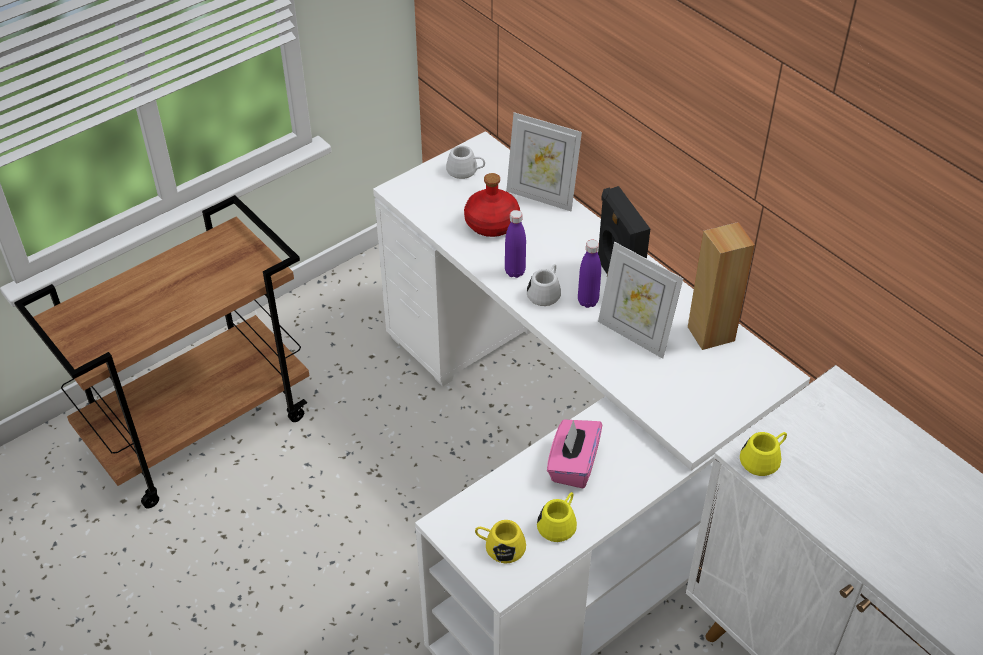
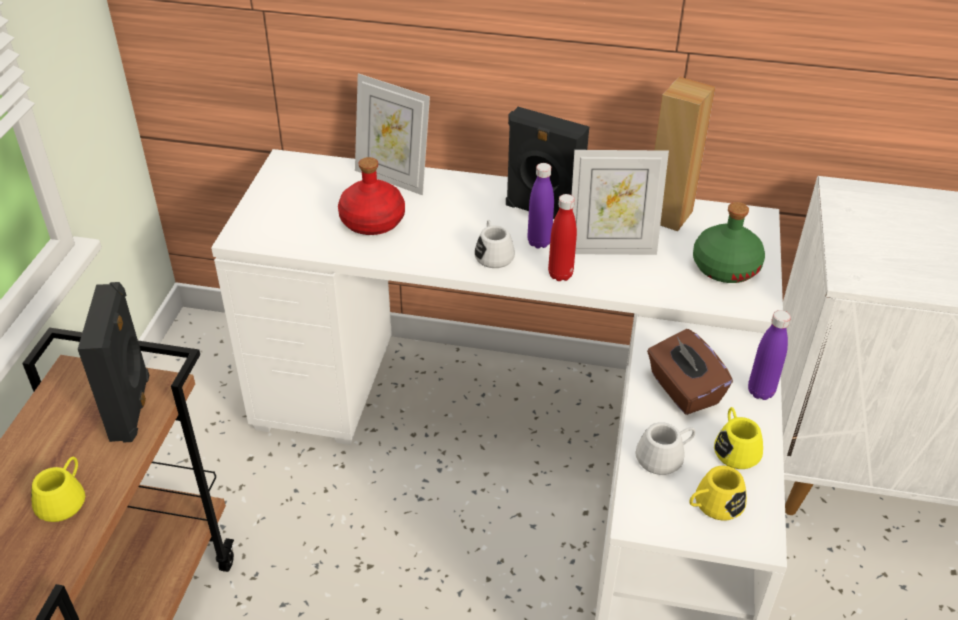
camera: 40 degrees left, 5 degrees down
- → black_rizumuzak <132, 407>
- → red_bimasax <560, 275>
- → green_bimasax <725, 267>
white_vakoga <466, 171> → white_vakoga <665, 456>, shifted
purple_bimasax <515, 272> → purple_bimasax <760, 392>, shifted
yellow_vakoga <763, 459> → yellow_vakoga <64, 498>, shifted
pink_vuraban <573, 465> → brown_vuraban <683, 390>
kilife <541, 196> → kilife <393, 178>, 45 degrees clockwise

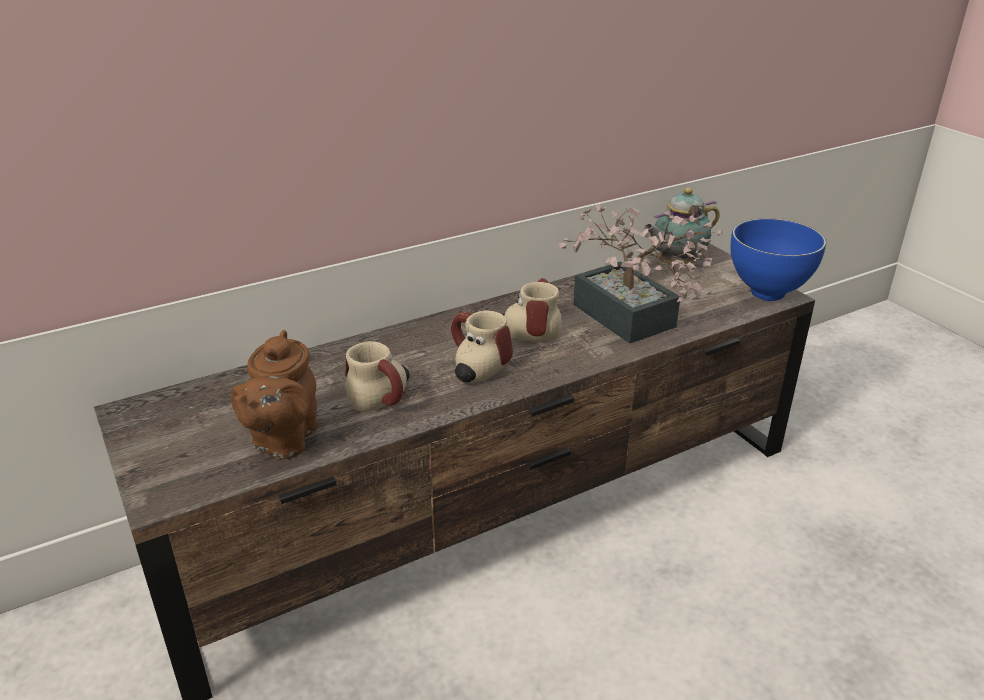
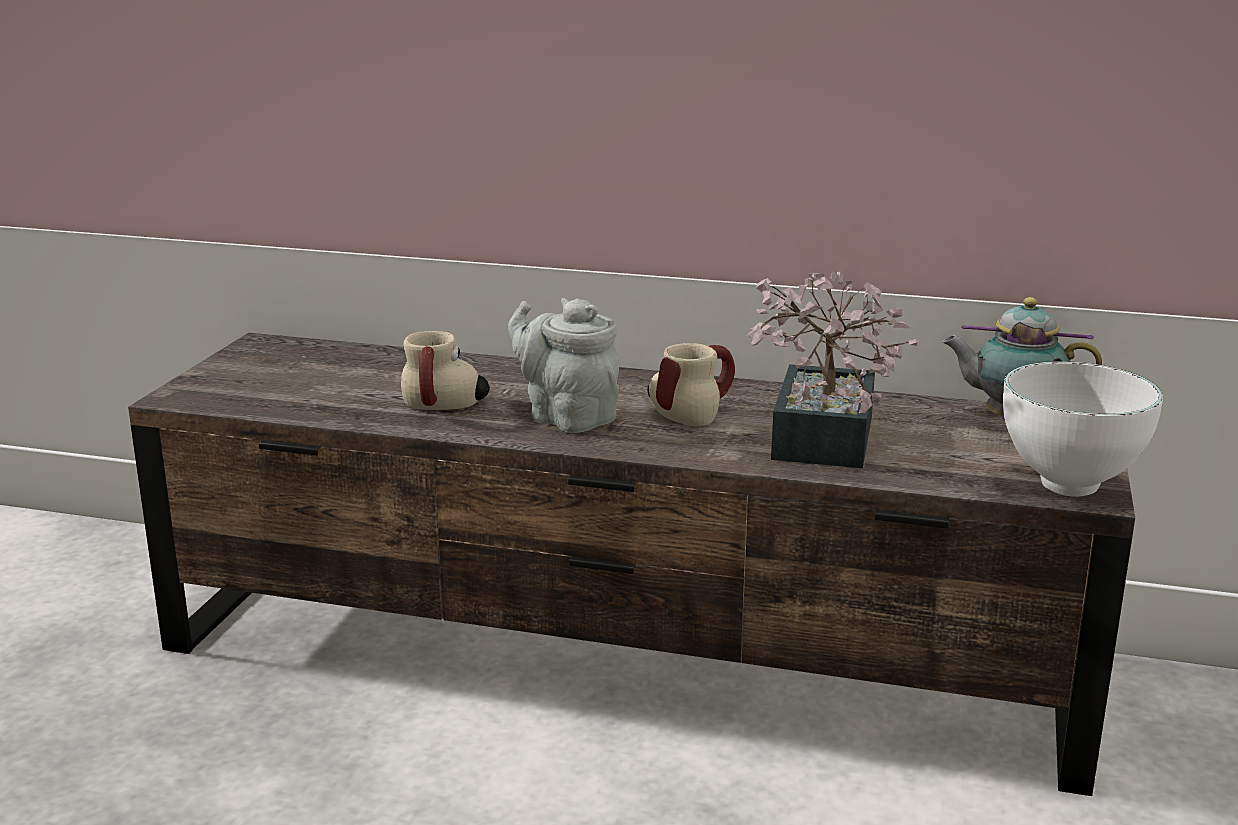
camera: 45 degrees right, 10 degrees down
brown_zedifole <282, 441> → -
vakoga <473, 368> → grey_zedifole <566, 417>
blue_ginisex <769, 295> → white_ginisex <1071, 489>

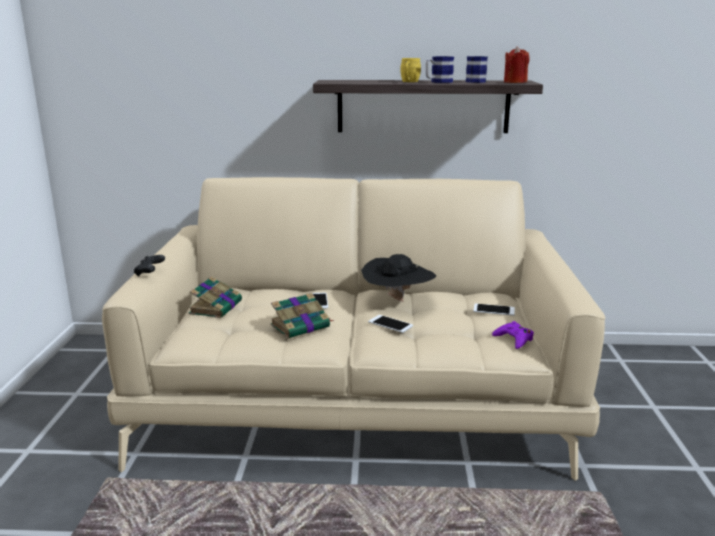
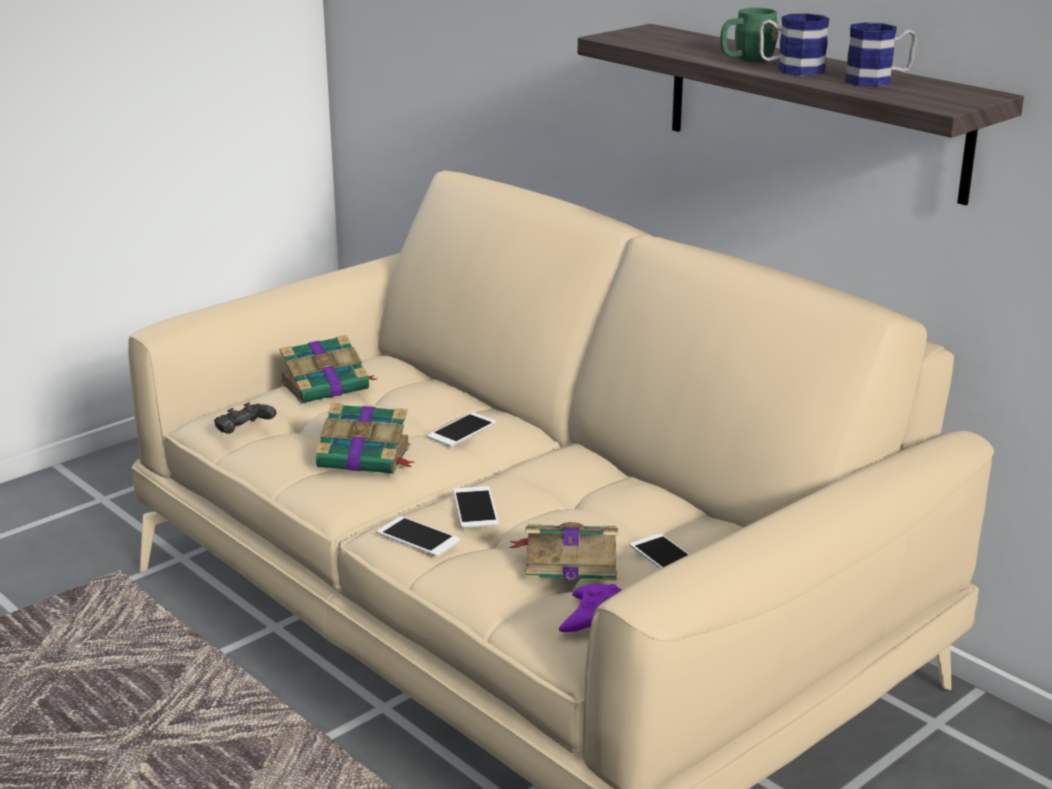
camera: 45 degrees right, 5 degrees up
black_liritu <397, 301> → -
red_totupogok <515, 82> → -
- → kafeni <418, 537>
- → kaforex <568, 559>
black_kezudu <149, 273> → black_kezudu <244, 431>, shifted
yellow_vakoga <409, 82> → green_vakoga <746, 59>

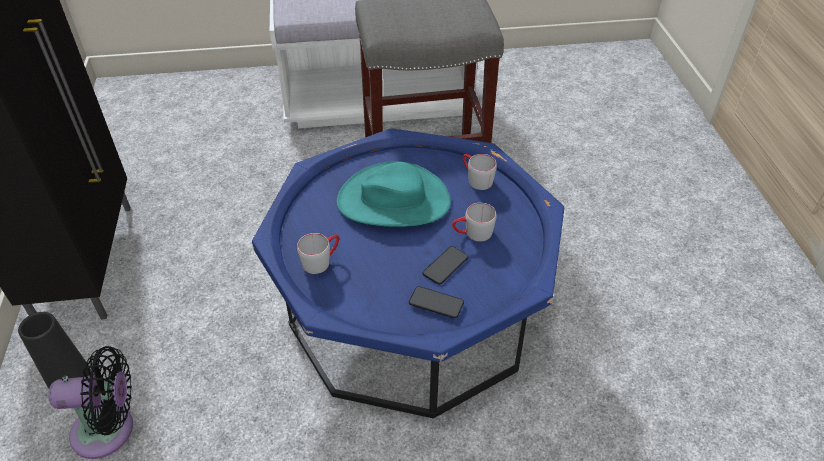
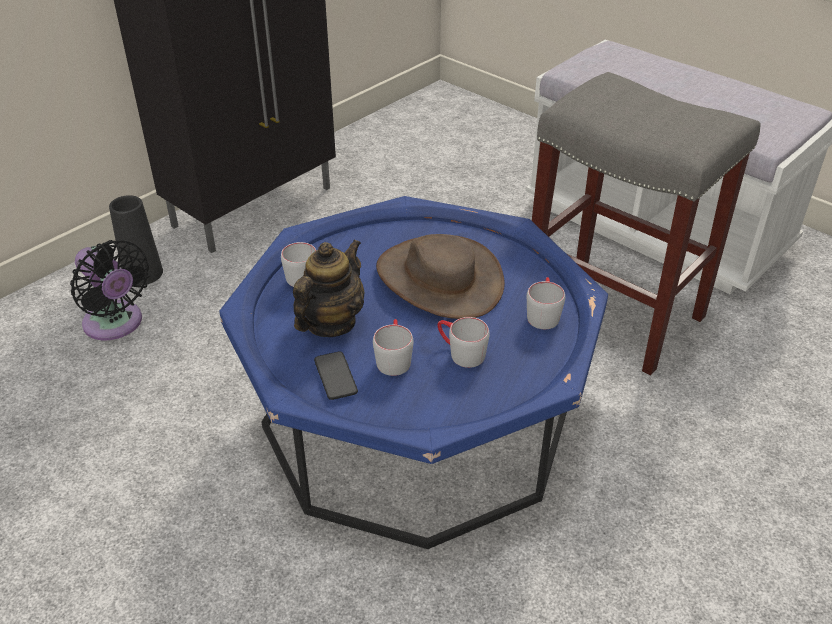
camera: 50 degrees right, 5 degrees down
- → zedifole <330, 323>
kafeni <445, 266> → grey_vakoga <393, 358>
turquoise_liritu <393, 200> → brown_liritu <439, 279>

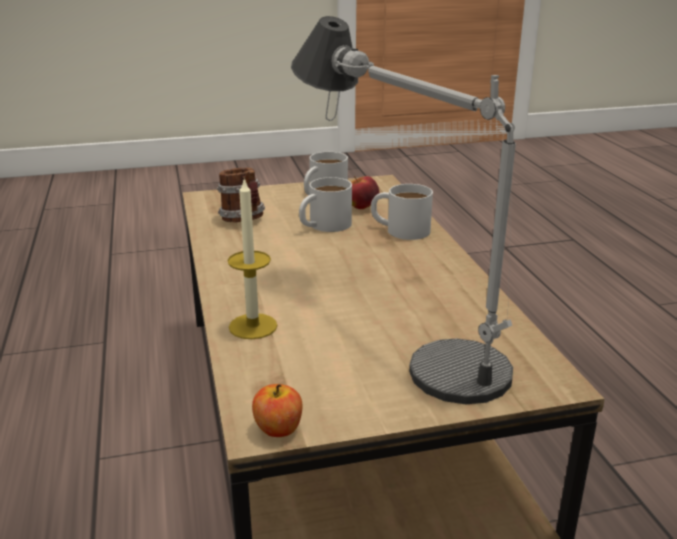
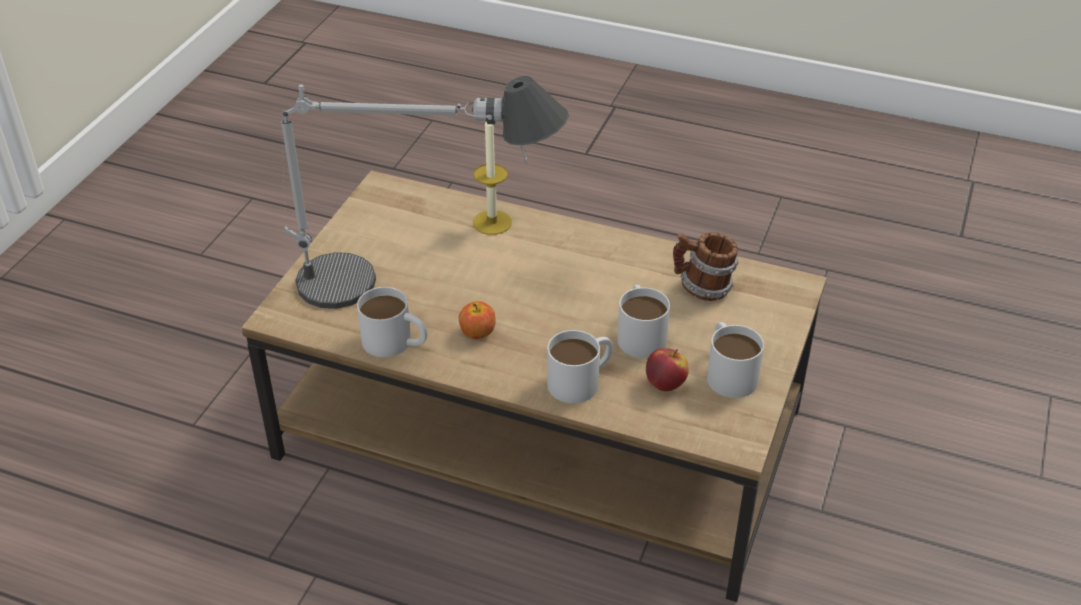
camera: 125 degrees right, 15 degrees up
- → white_vakoga <395, 343>
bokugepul <278, 429> → bokugepul <477, 332>, shifted

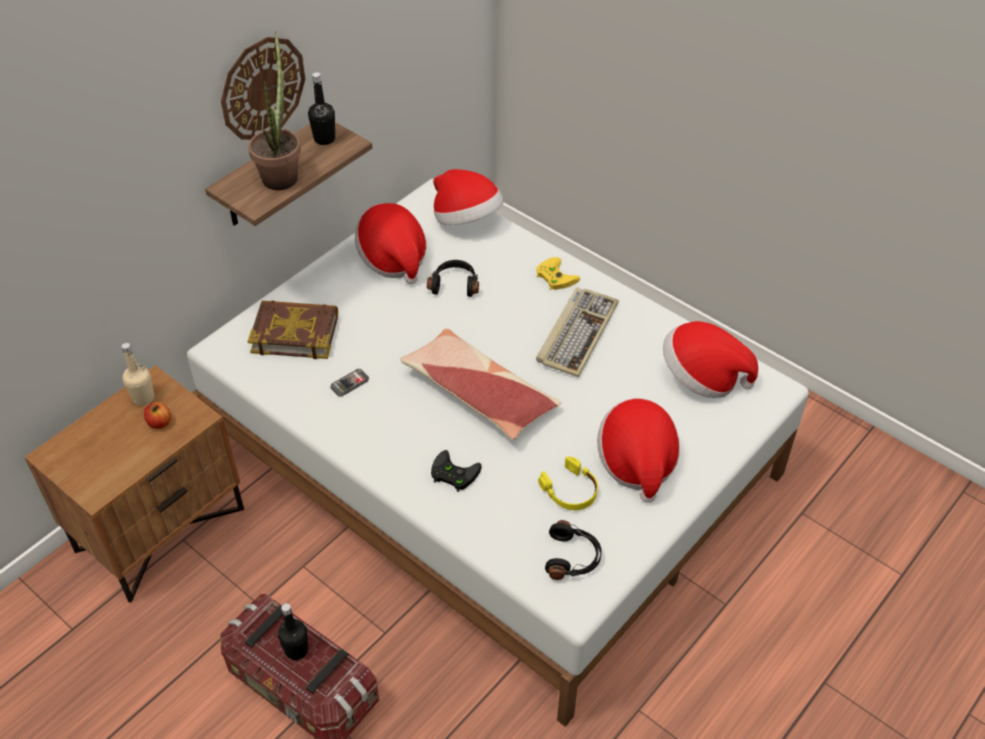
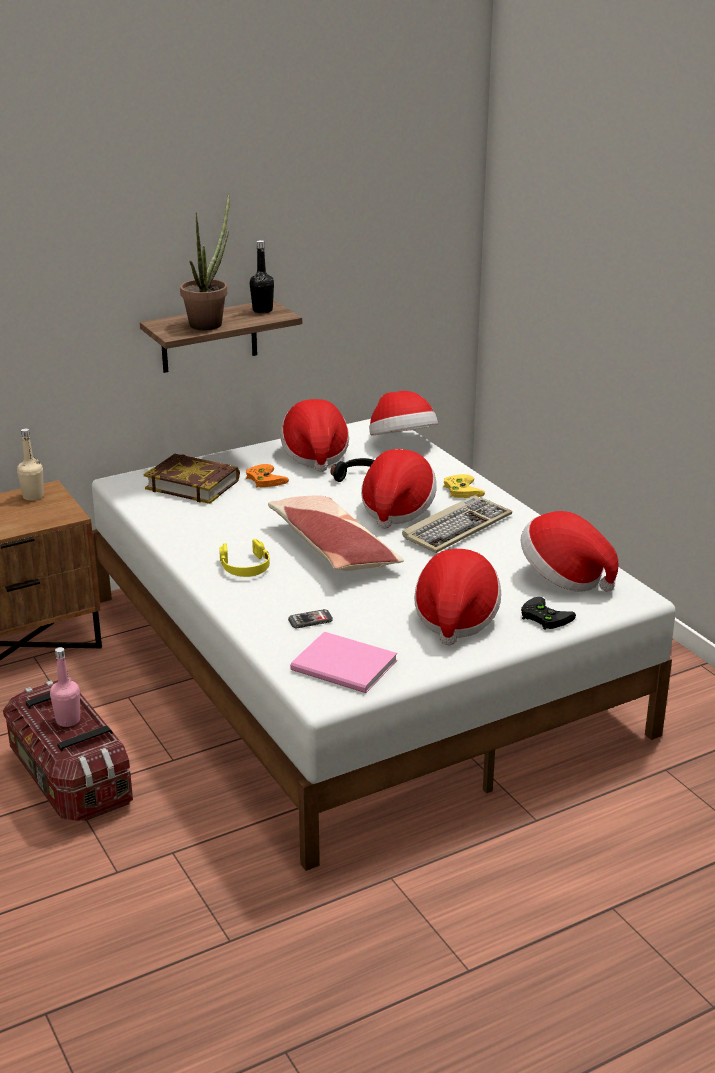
camera: 20 degrees right, 20 degrees down
bokugepul <159, 423> → -
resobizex <262, 88> → -
- → orange_kezudu <263, 479>
- → liritu <397, 510>
kafeni <349, 383> → kafeni <310, 620>, shifted
black_kezudu <452, 473> → black_kezudu <543, 617>, shifted
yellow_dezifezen <570, 490> → yellow_dezifezen <245, 566>, shifted
black_dezifezen <573, 558> → pink_kaforex <345, 667>
black_bimasax <296, 650> → pink_bimasax <68, 720>

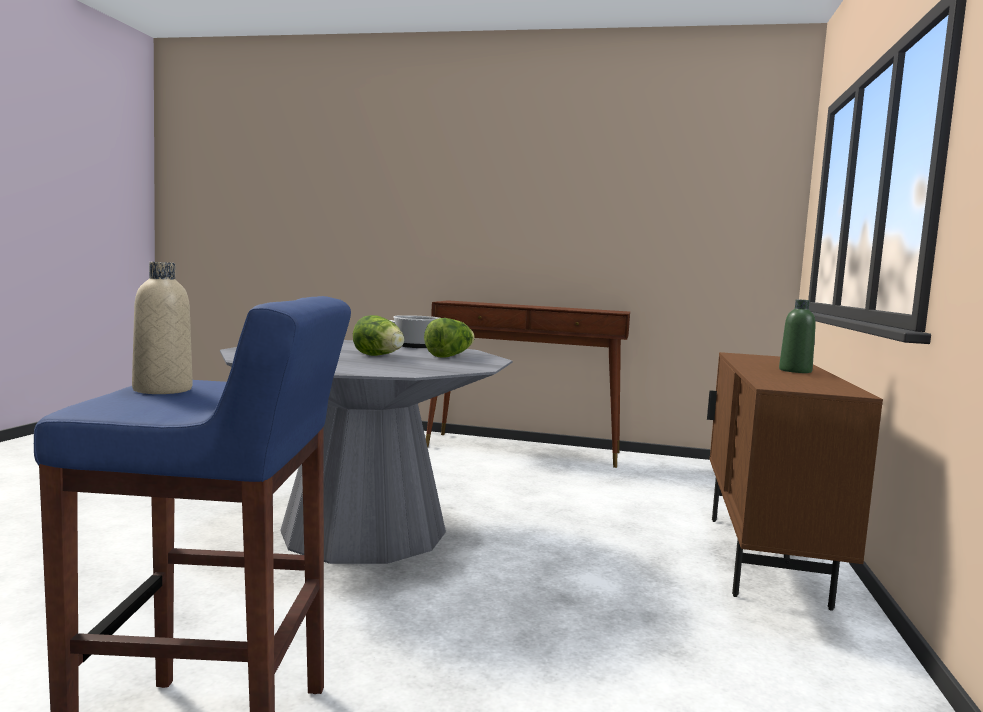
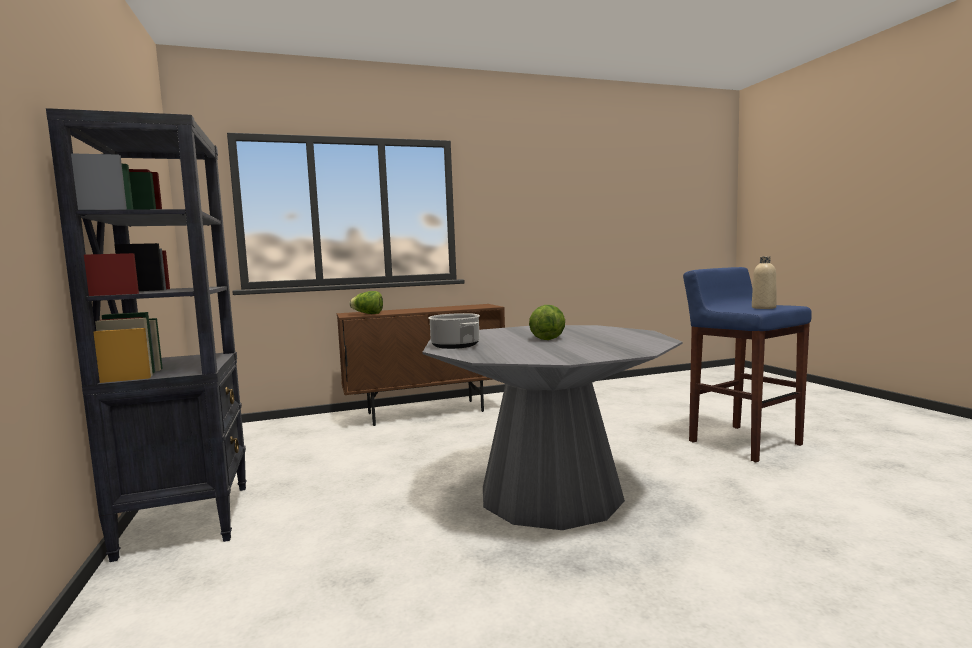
camera: 120 degrees left, 0 degrees up
green_bimasax <795, 371> → -
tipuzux <449, 356> → tipuzux <368, 314>, shifted
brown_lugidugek <524, 450> → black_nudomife <187, 519>

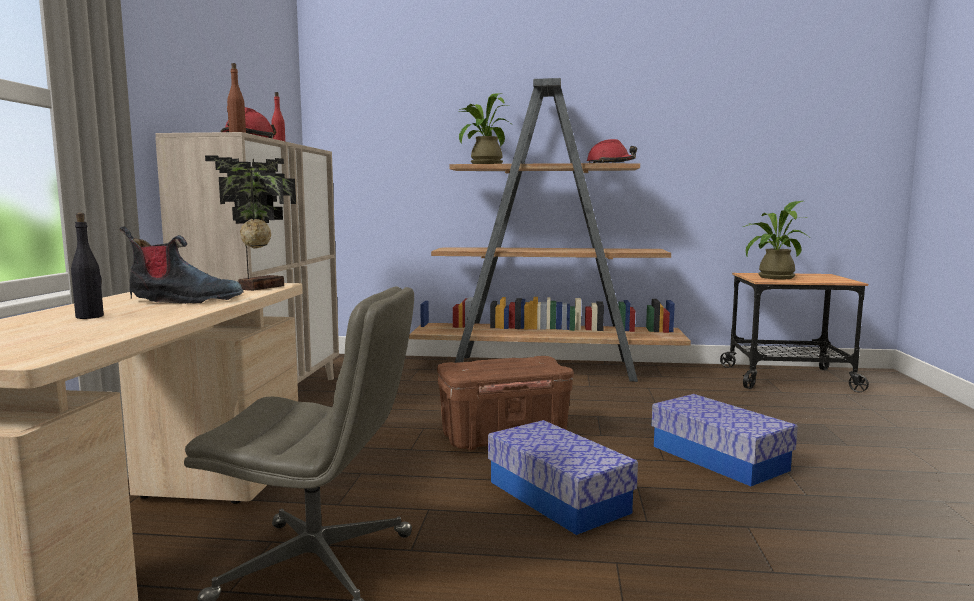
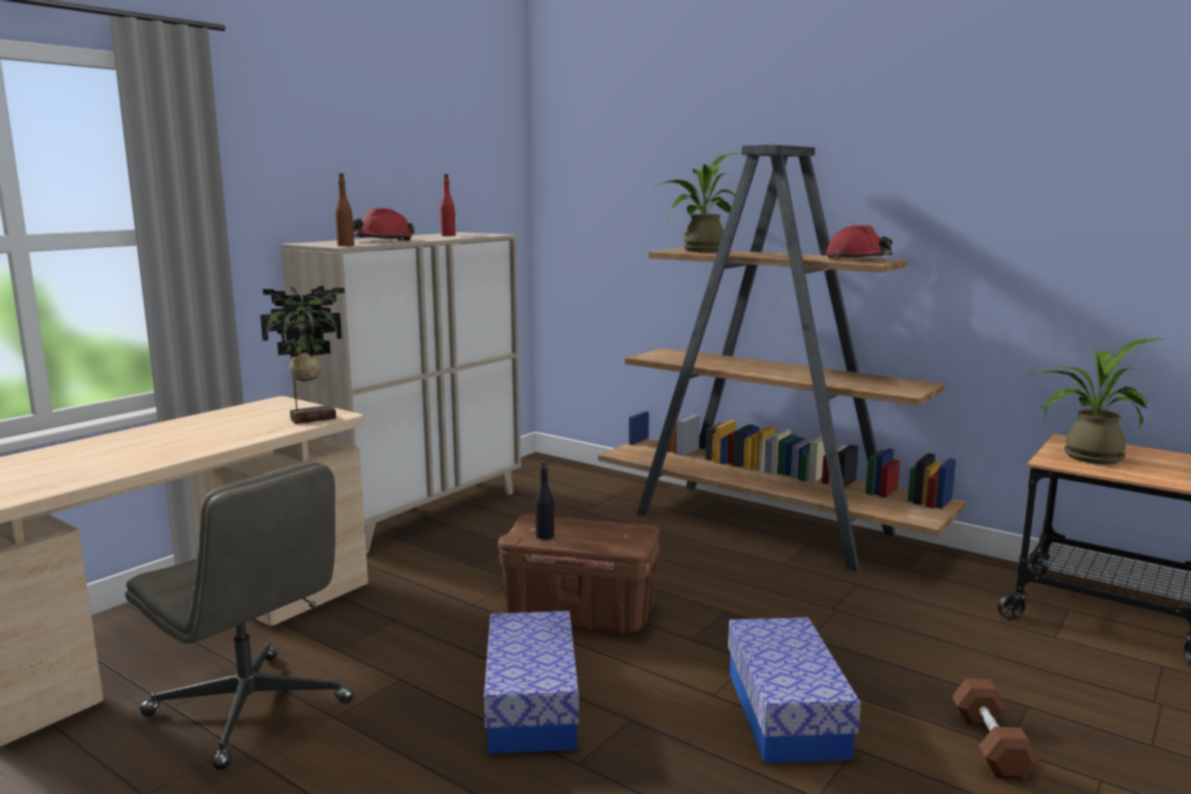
camera: 30 degrees right, 5 degrees up
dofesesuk <184, 300> → -
- → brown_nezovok <990, 745>
black_bimasax <90, 317> → black_bimasax <545, 536>, shifted

